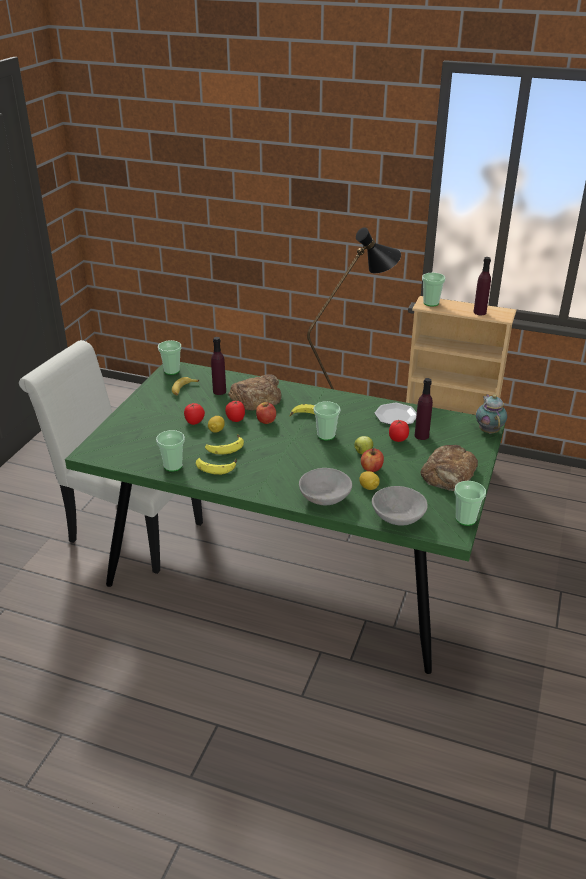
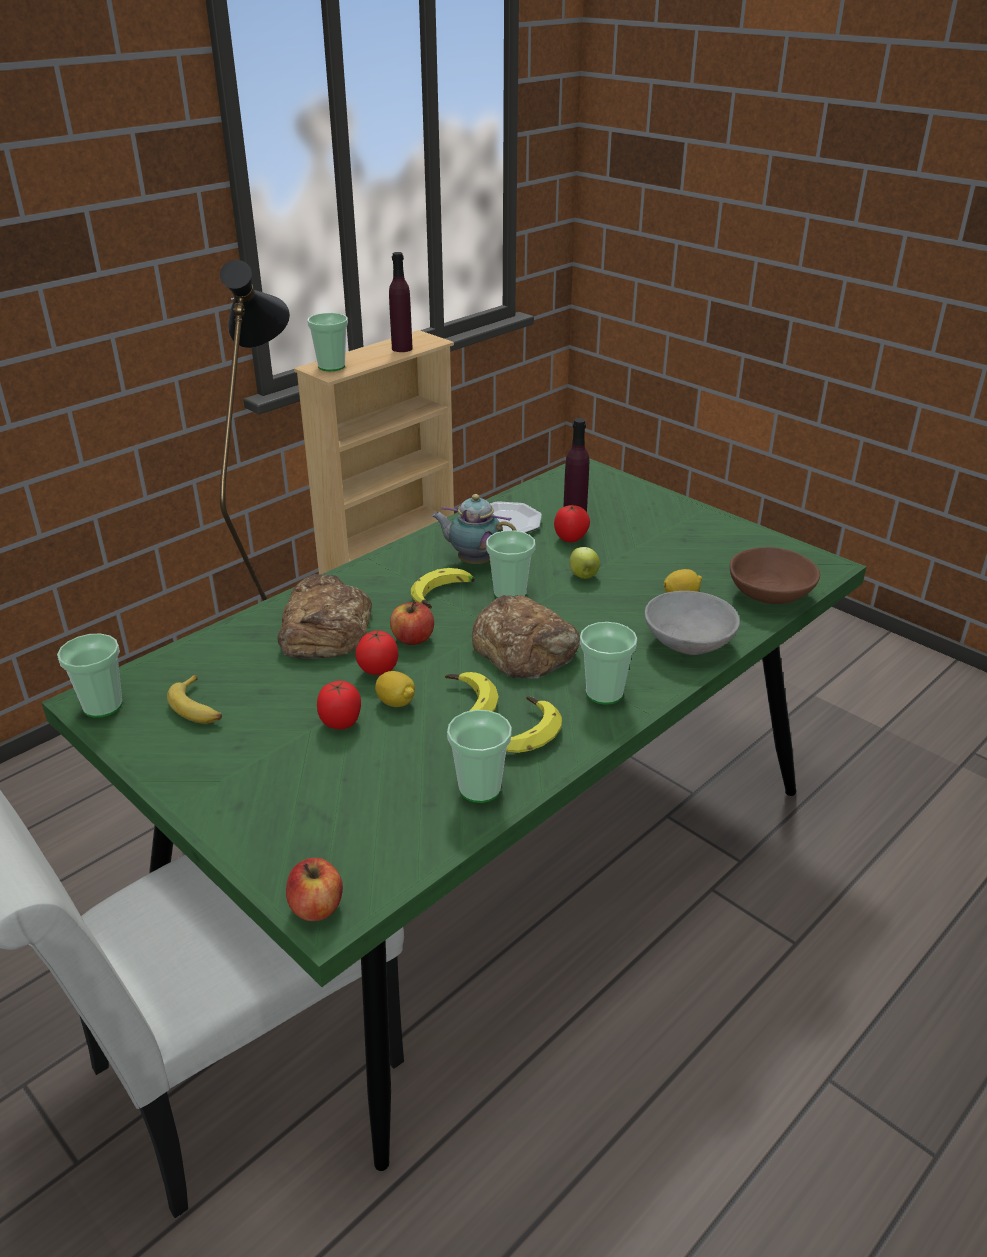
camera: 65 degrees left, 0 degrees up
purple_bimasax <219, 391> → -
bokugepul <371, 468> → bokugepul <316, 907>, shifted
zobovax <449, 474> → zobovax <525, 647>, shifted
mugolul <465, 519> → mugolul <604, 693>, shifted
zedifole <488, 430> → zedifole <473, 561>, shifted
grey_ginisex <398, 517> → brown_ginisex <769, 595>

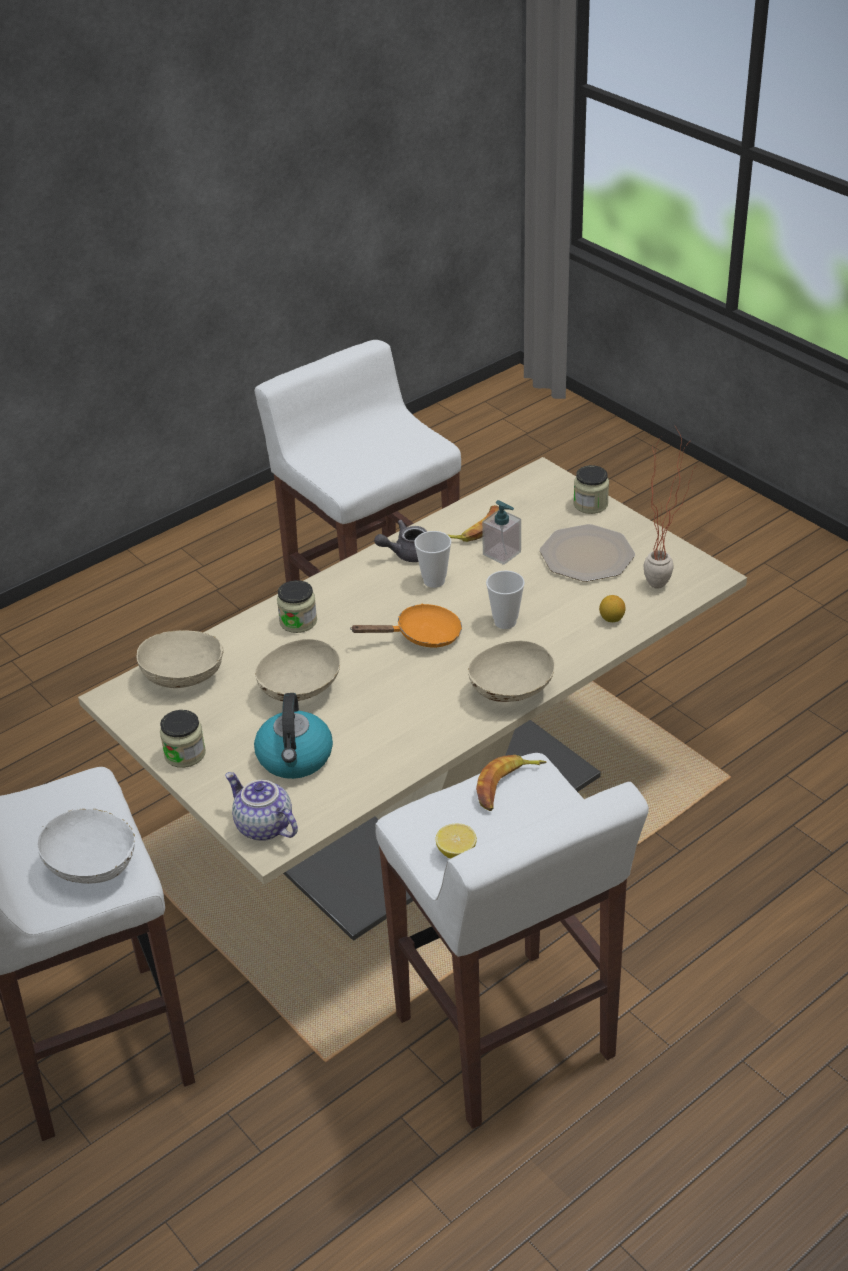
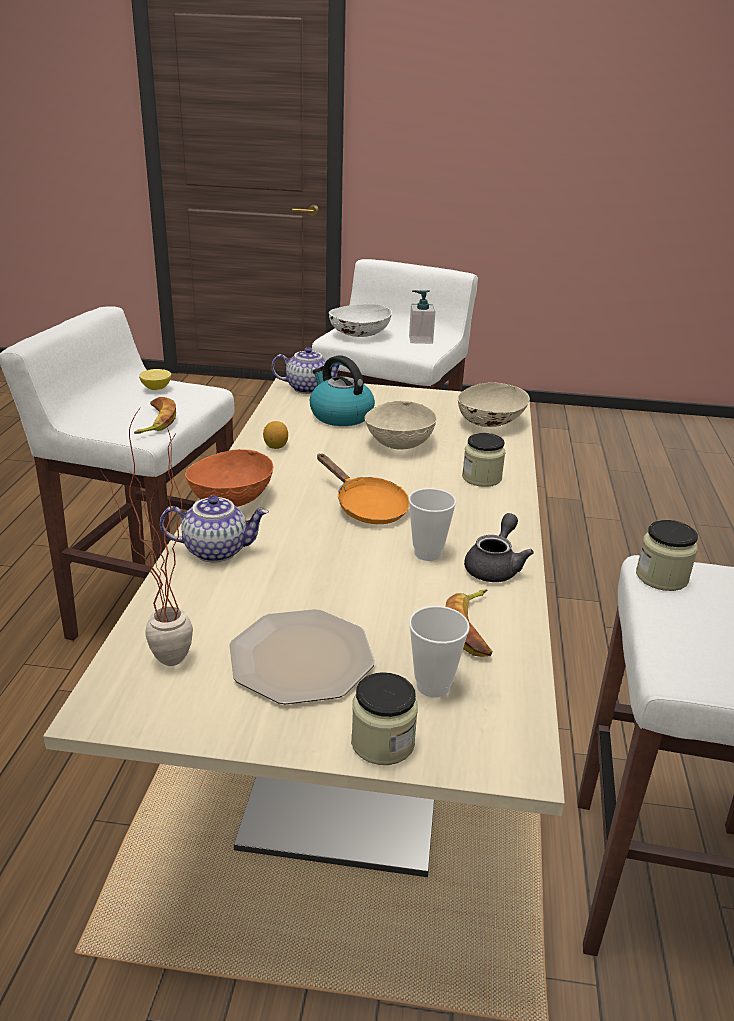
camera: 135 degrees right, 10 degrees down
- → zedifole <217, 550>
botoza <185, 754> → botoza <661, 577>, shifted
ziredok <502, 553> → ziredok <420, 340>, shifted
mugolul <505, 622> → mugolul <433, 686>, shifted
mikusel <611, 619> → mikusel <275, 446>, shifted
beige_ginisex <511, 692> → orange_ginisex <231, 499>
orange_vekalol <422, 636> → orange_vekalol <366, 507>, 75 degrees counterclockwise

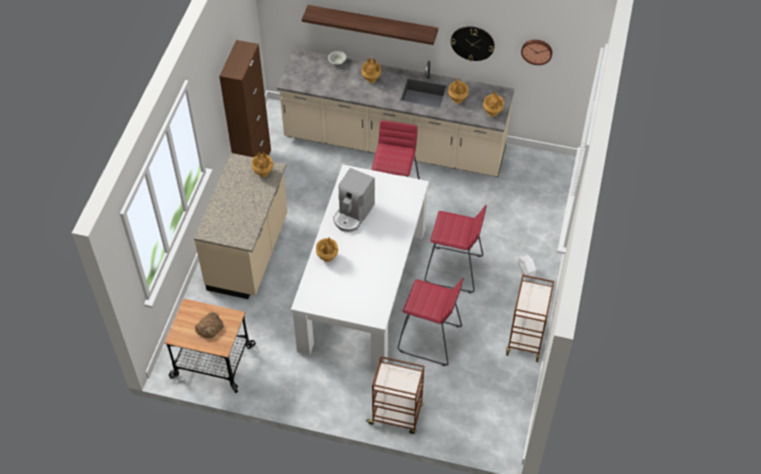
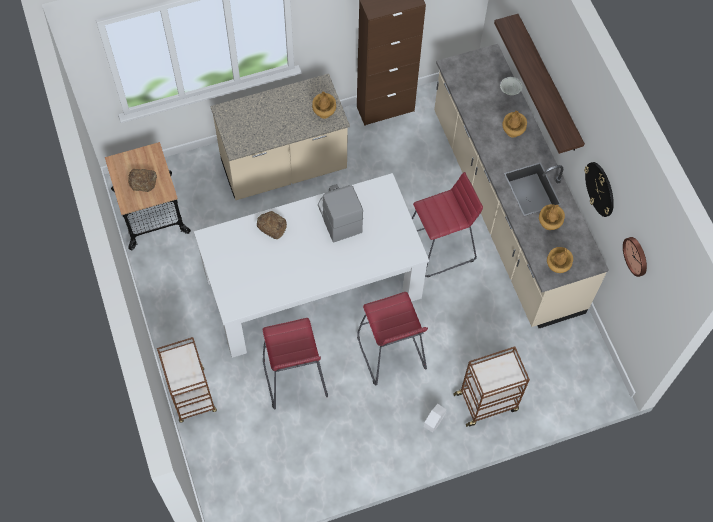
camera: 55 degrees right, 10 degrees up
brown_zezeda <526, 338> → brown_zezeda <487, 401>, shifted
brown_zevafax <327, 257> → zobovax <272, 226>
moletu <353, 214> → moletu <338, 217>, 75 degrees clockwise

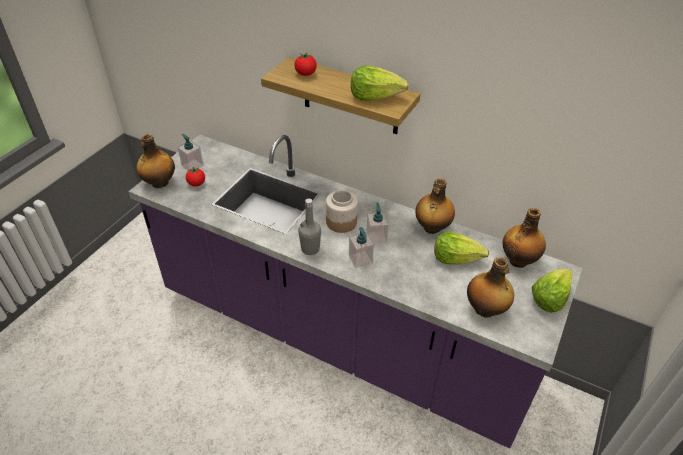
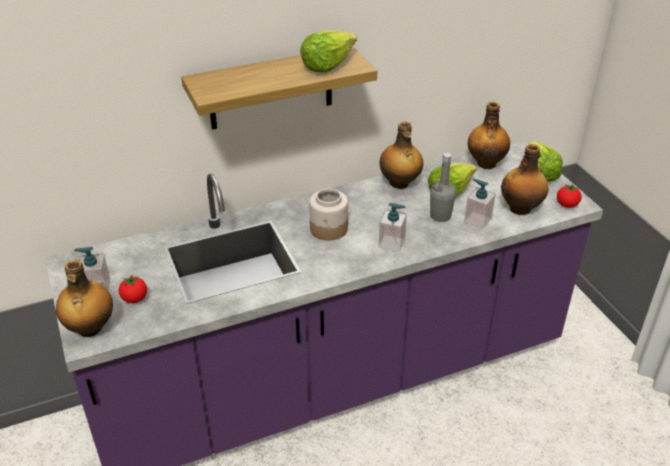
camera: 50 degrees left, 5 degrees down
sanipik <305, 74> → sanipik <567, 205>, shifted
grey_bimasax <310, 249> → grey_bimasax <440, 216>, shifted
ziredok <376, 238> → ziredok <477, 220>, shifted

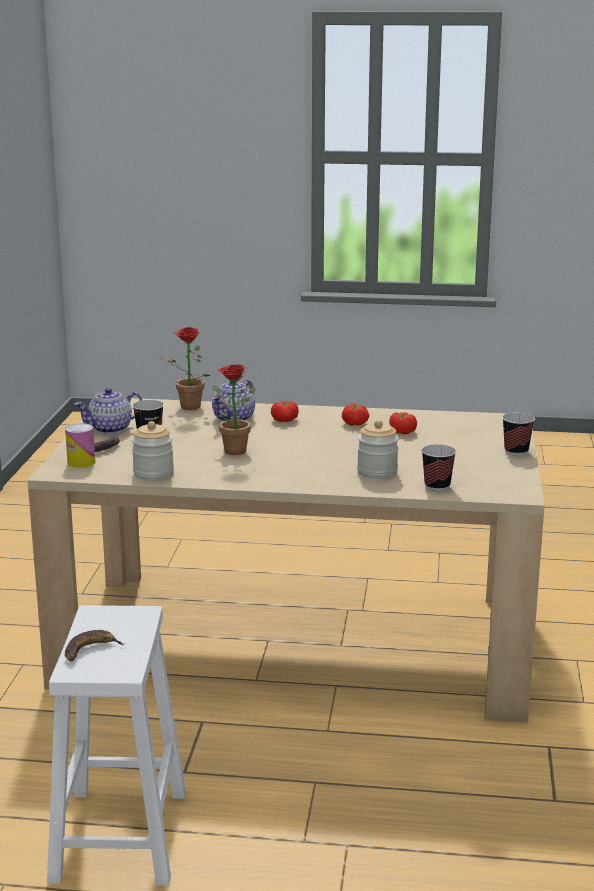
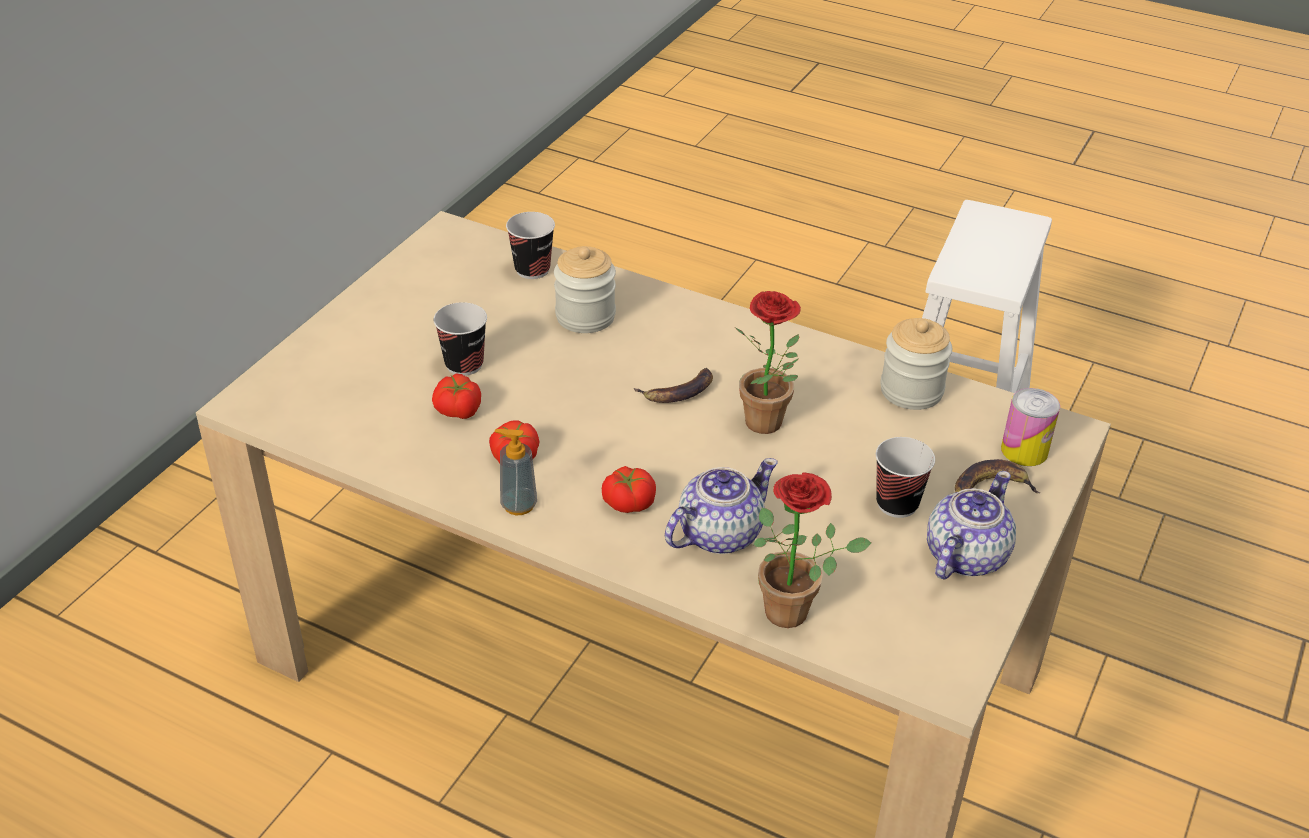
camera: 160 degrees left, 20 degrees up
- → ziredok <518, 505>
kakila <90, 650> → kakila <678, 391>, shifted
mugolul <516, 451> → mugolul <464, 364>, shifted
zedifole <111, 429> → zedifole <964, 556>, 45 degrees counterclockwise

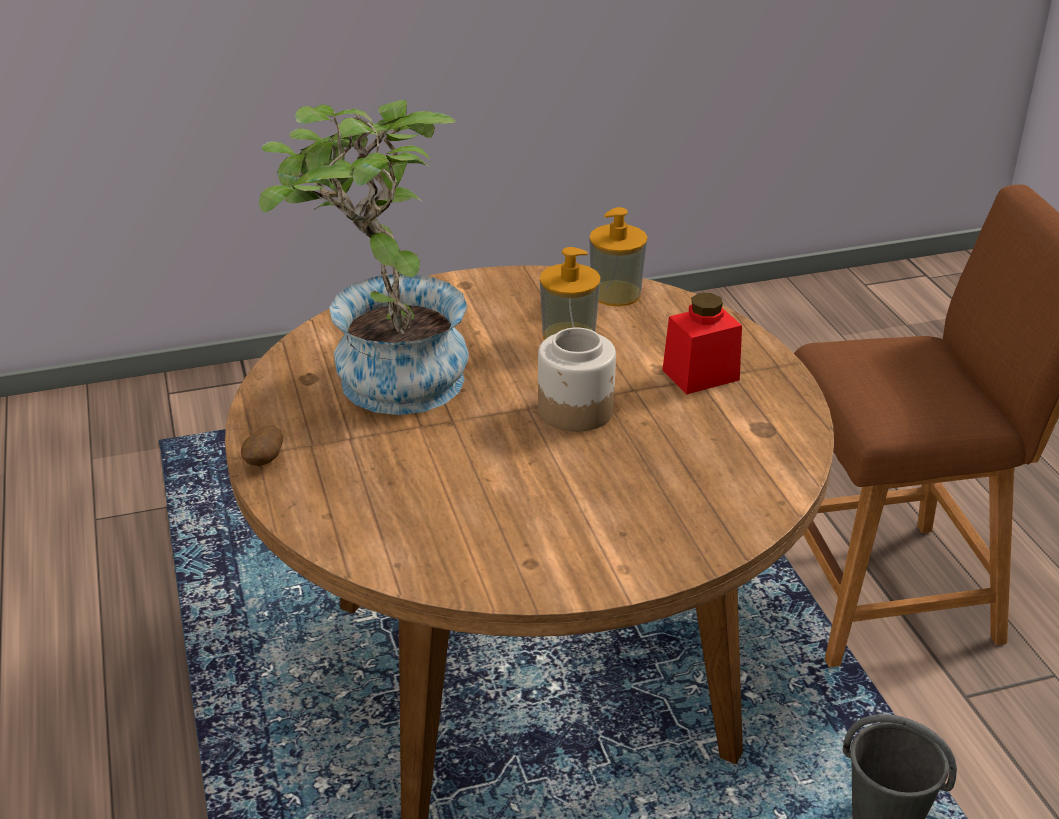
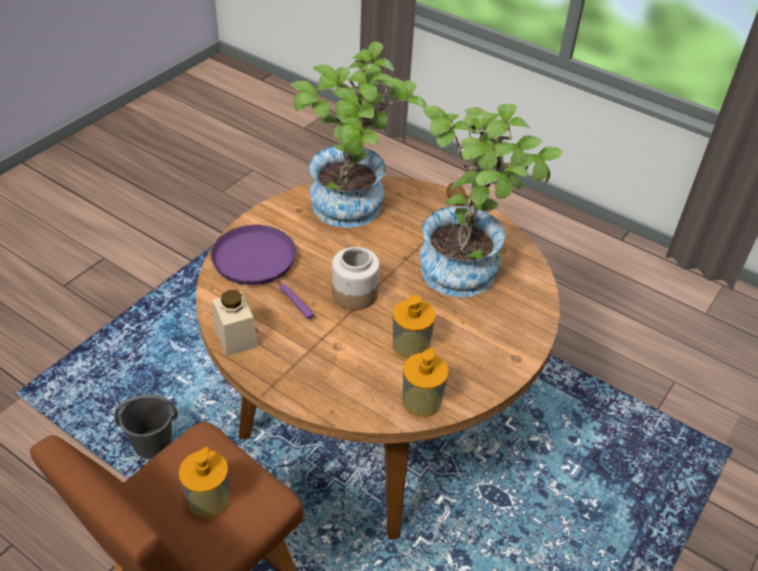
camera: 140 degrees right, 10 degrees up
red_botoza <700, 375> → -
- → ziredok <208, 499>
- → purple_vekalol <258, 263>
- → beige_botoza <236, 337>
- → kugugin <352, 211>

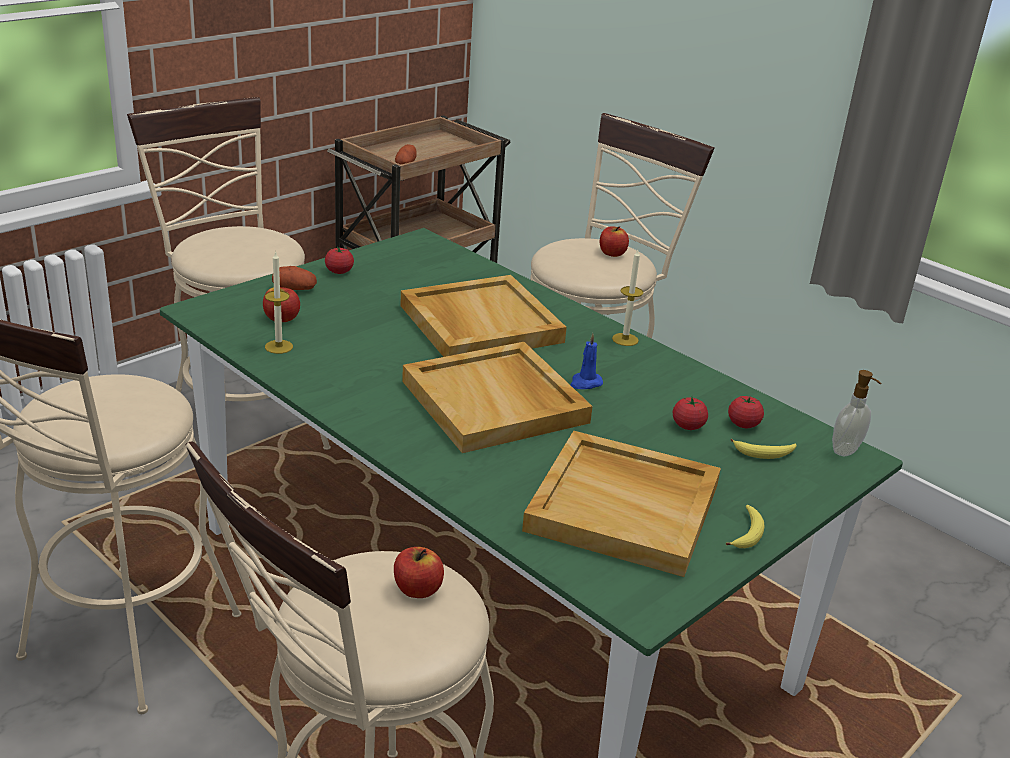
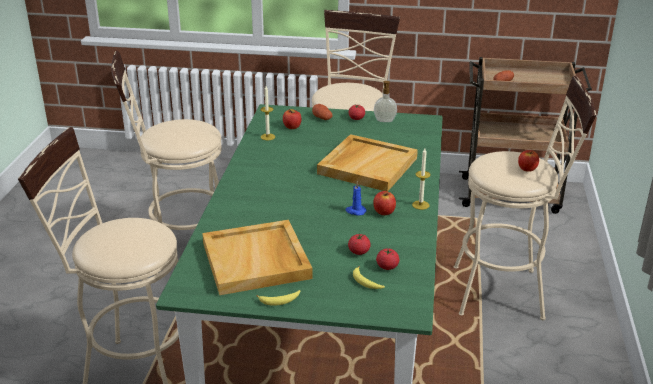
camera: 55 degrees right, 0 degrees up
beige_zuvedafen <496, 402> → -
bokugepul <417, 589> → bokugepul <384, 212>, shifted
ziredok <846, 450> → ziredok <384, 121>, shifted

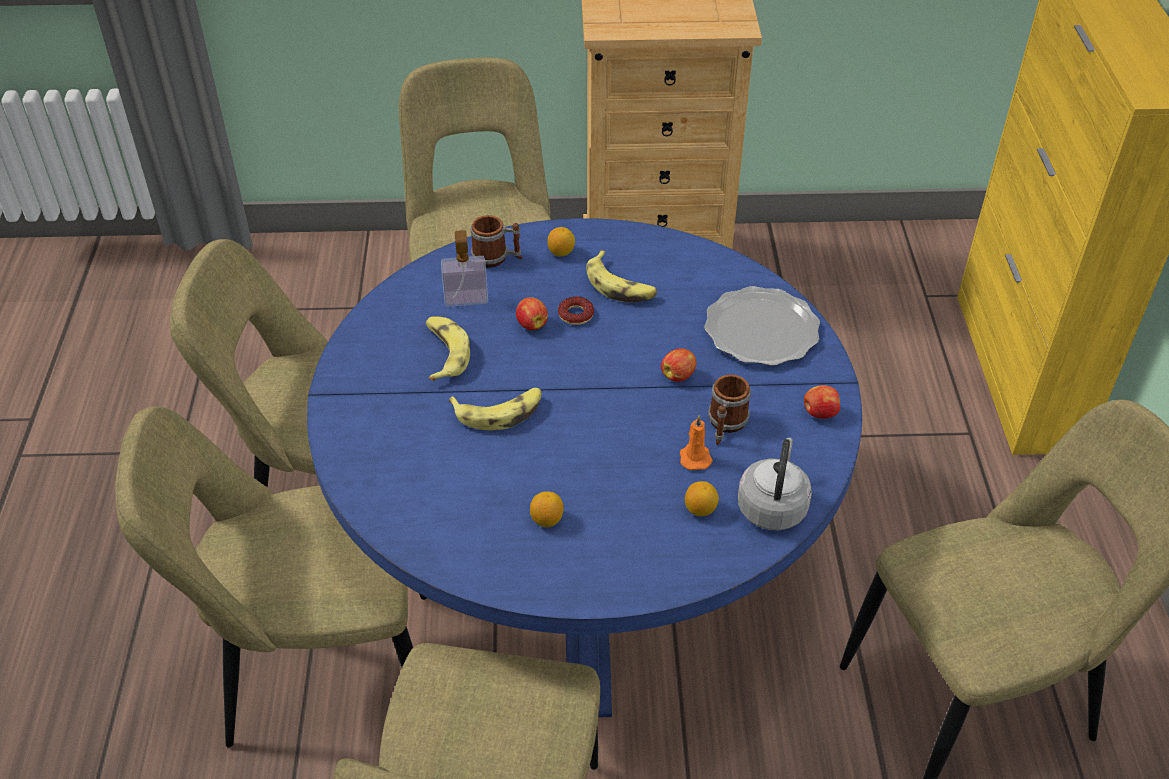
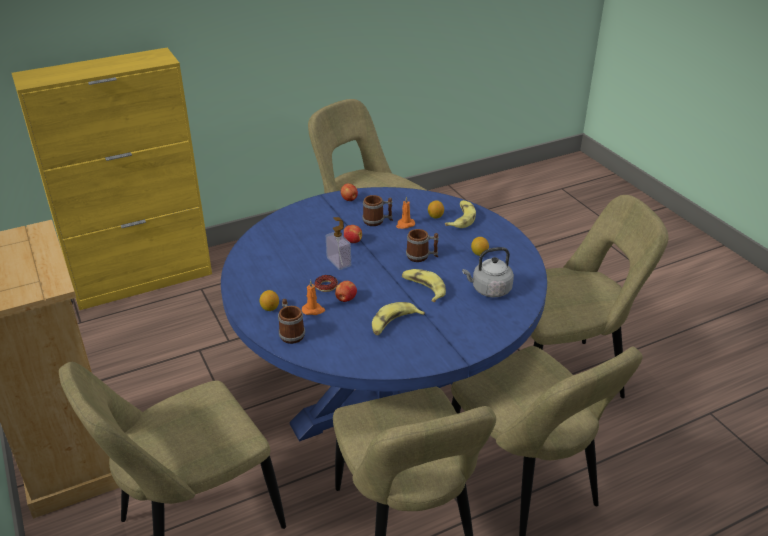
camera: 115 degrees left, 10 degrees down
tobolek <760, 330> → -
- → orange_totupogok <313, 310>
- → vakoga <422, 256>
ziredok <466, 298> → ziredok <338, 262>, shifted
kakila <620, 286> → kakila <461, 218>, shifted
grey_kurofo <772, 506> → grey_kurofo <489, 290>, shifted

